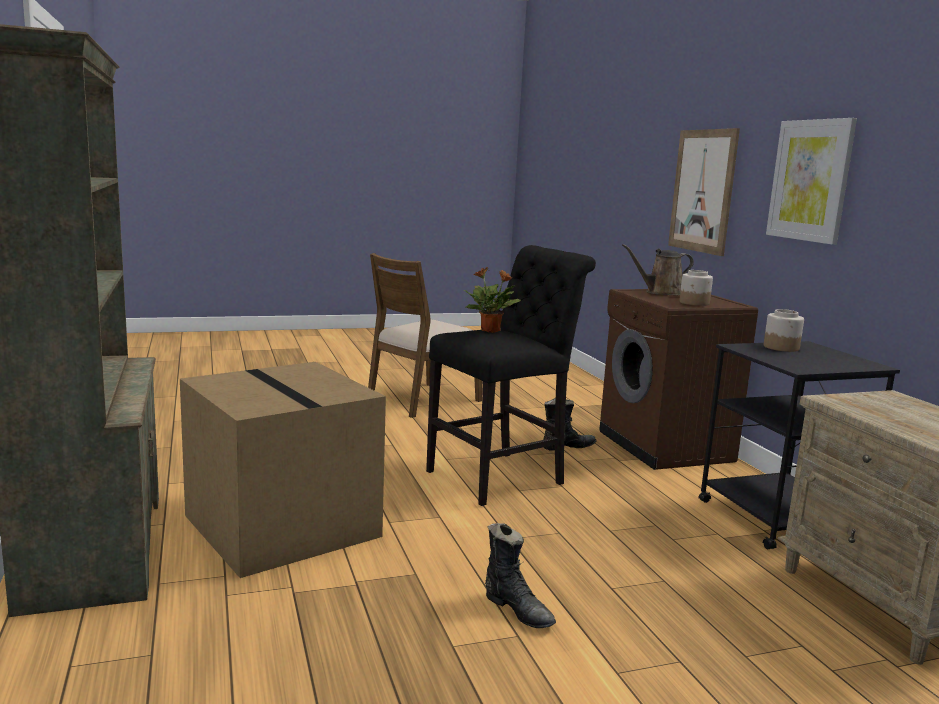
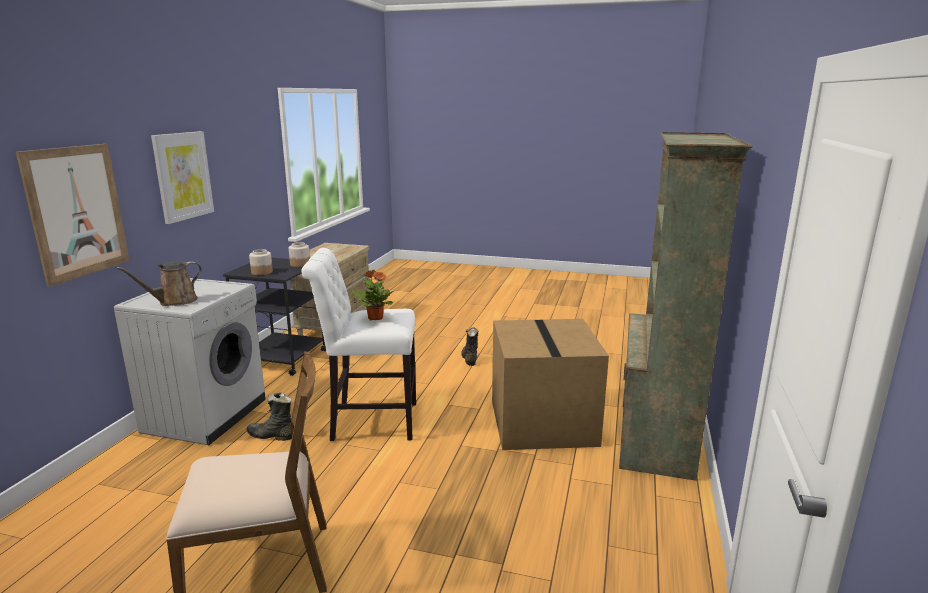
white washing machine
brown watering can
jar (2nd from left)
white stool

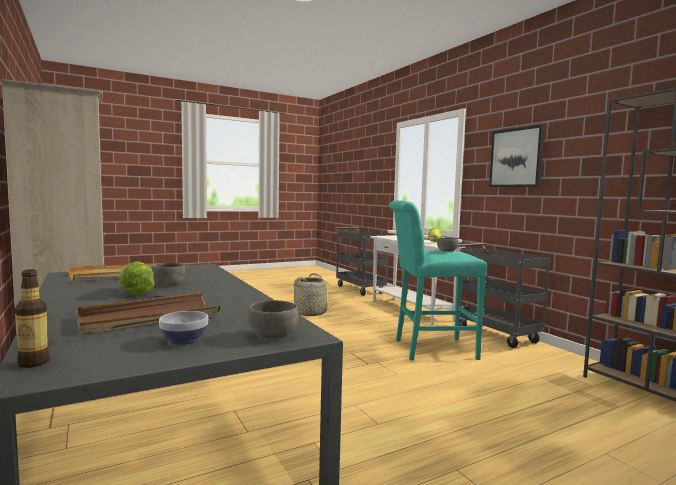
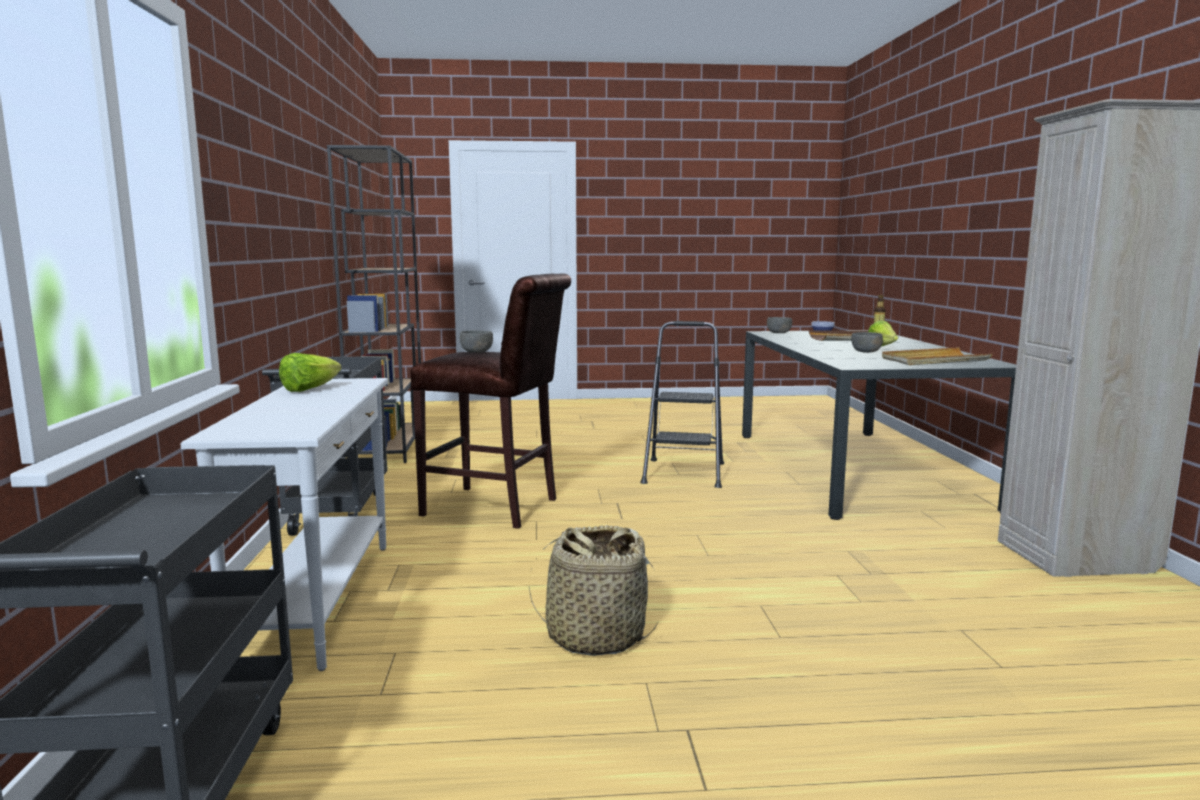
brown stool
black step ladder
picture

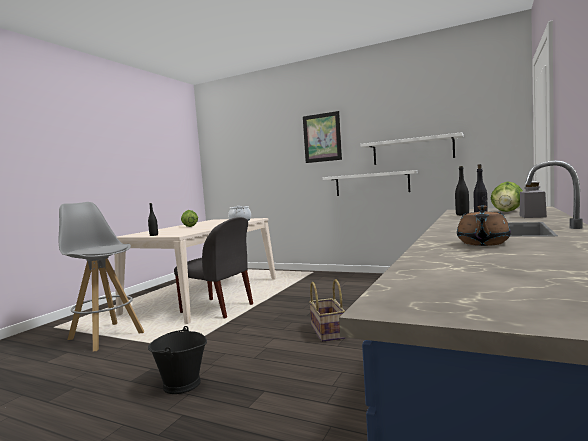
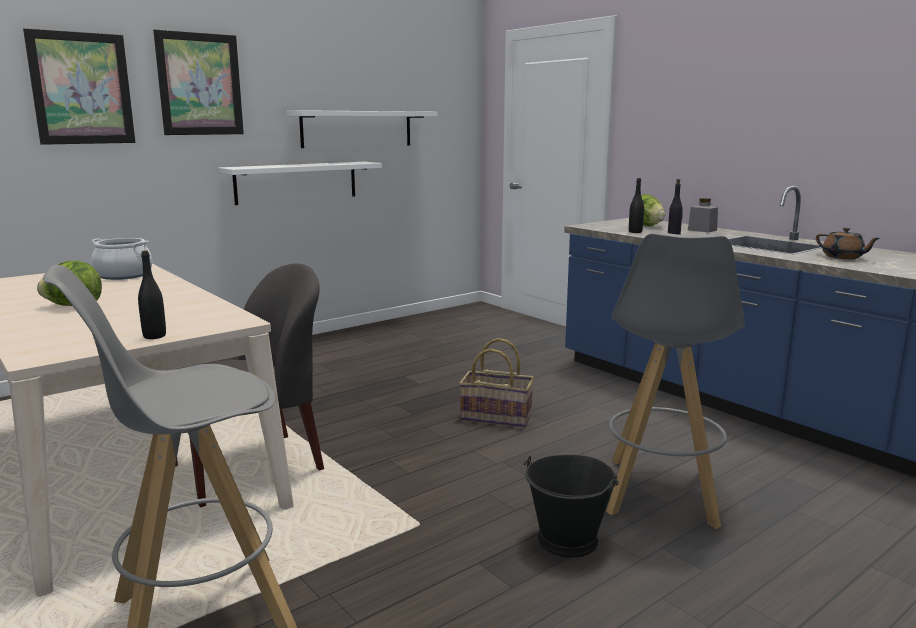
picture (1st from left)
grey stool (2nd from left)

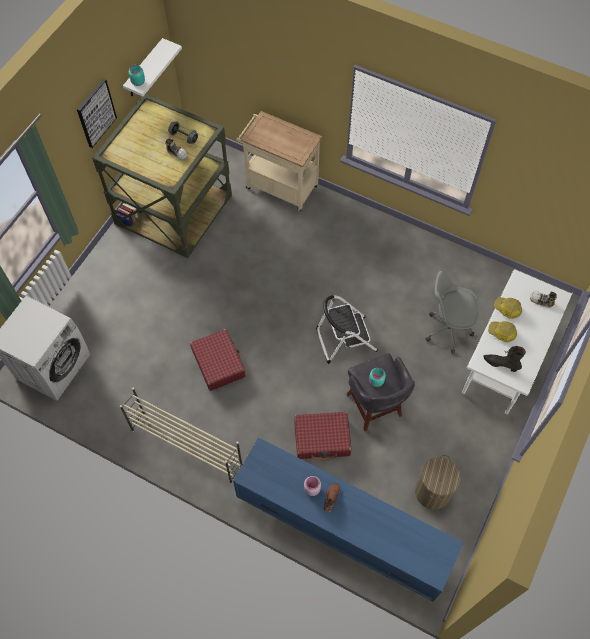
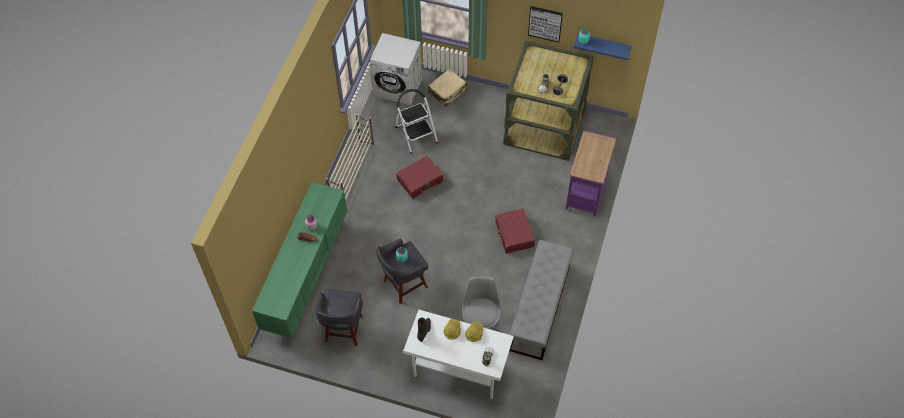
green cabinet
grey stool (1st from left)
step ladder
beige suitcase
red suitcase (2nd from left)
grey bench
purple cart
blue shelf

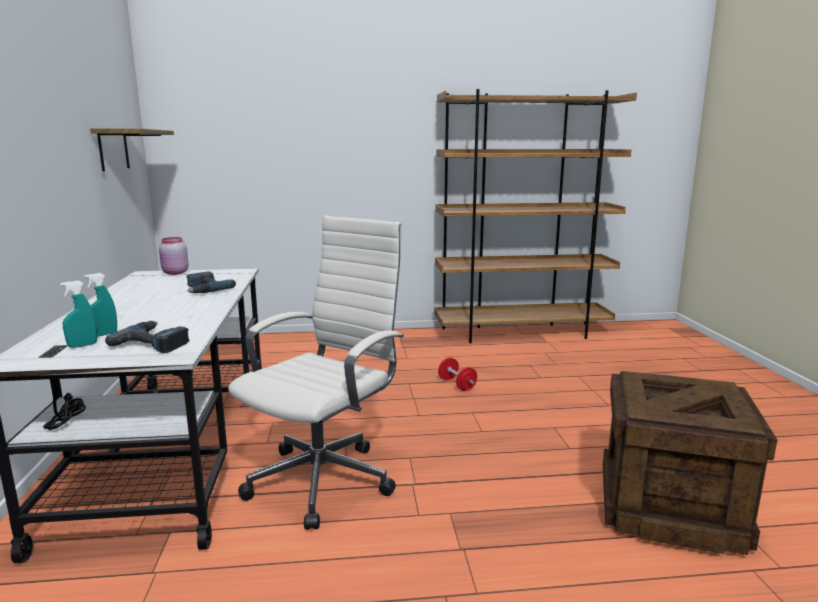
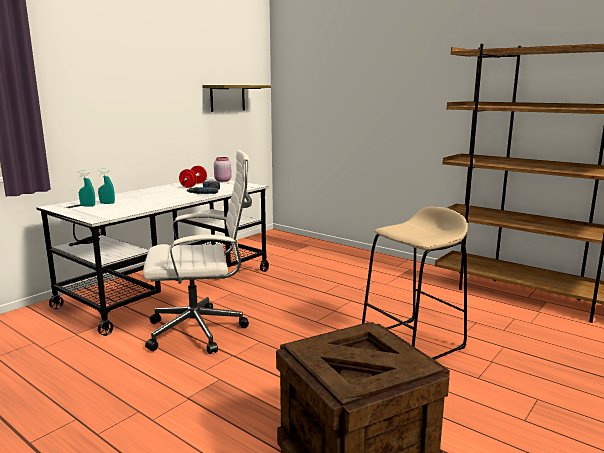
red dumbbell
beige stool
power drill (1st from left in the first image)

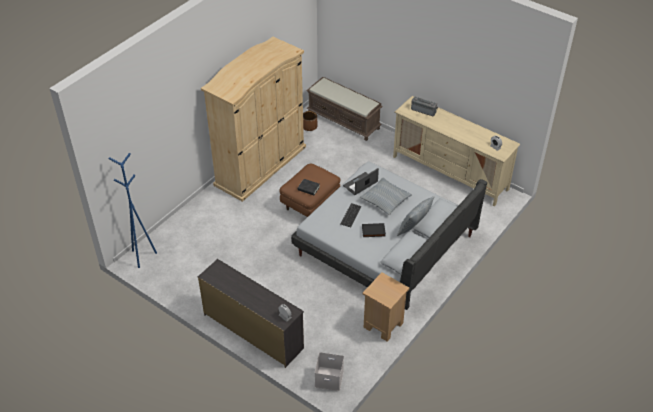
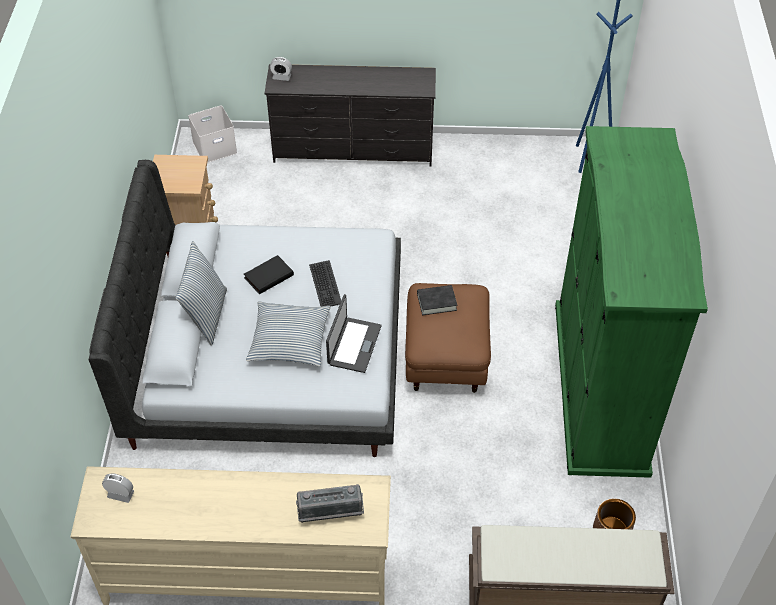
green wardrobe

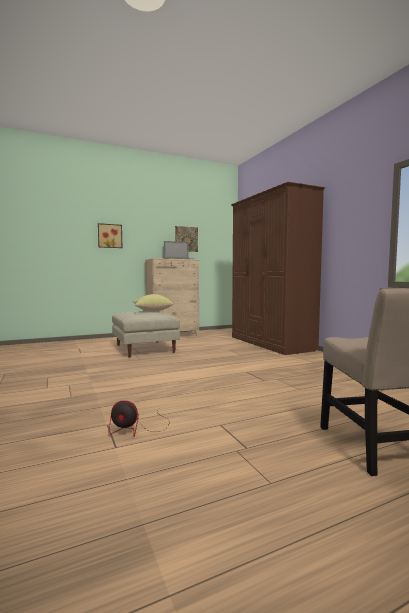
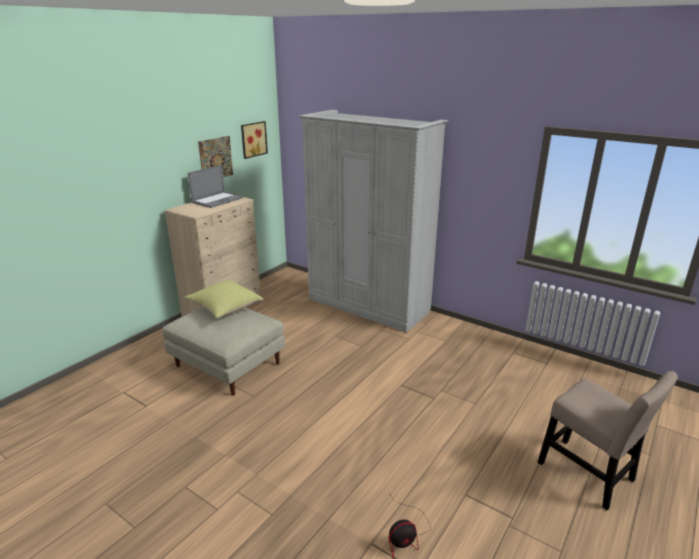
picture (2nd from left)
white wardrobe

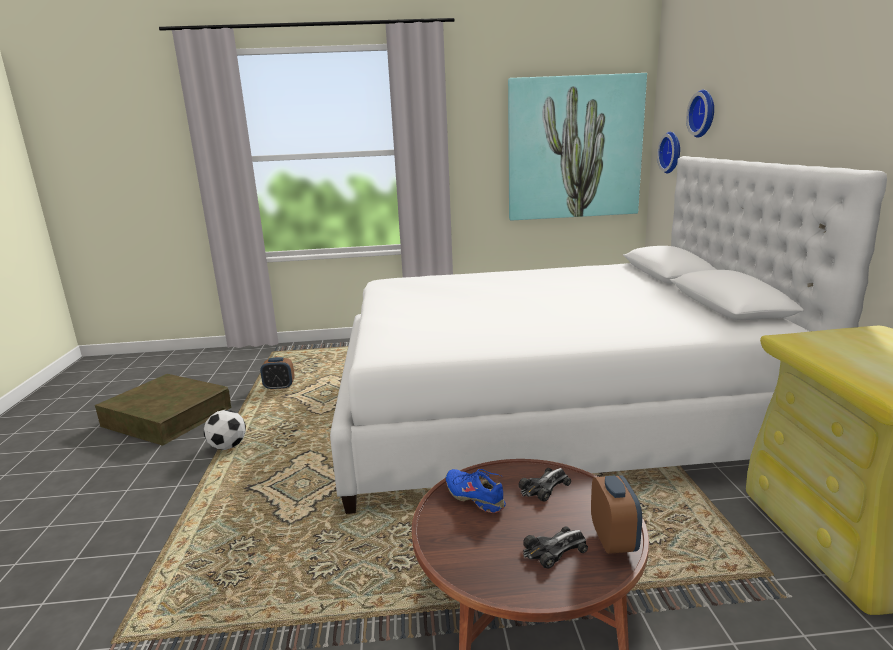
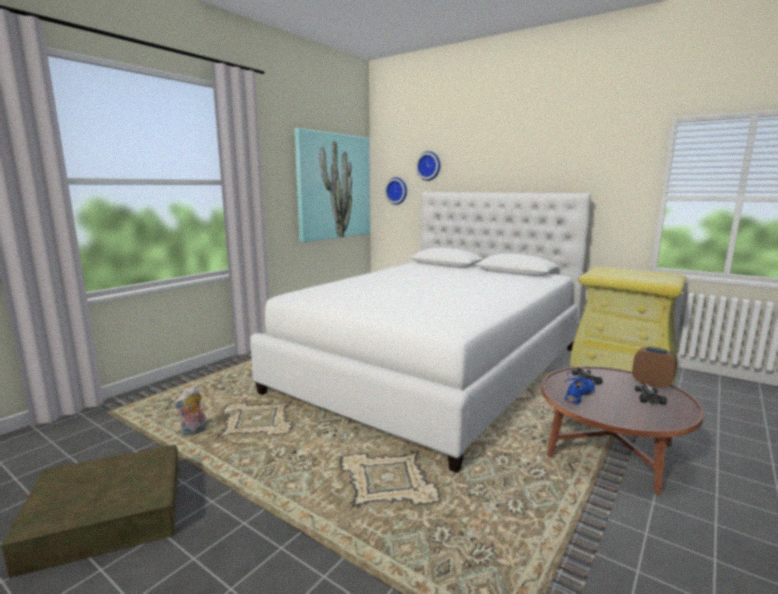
plush toy
blue shoe
football

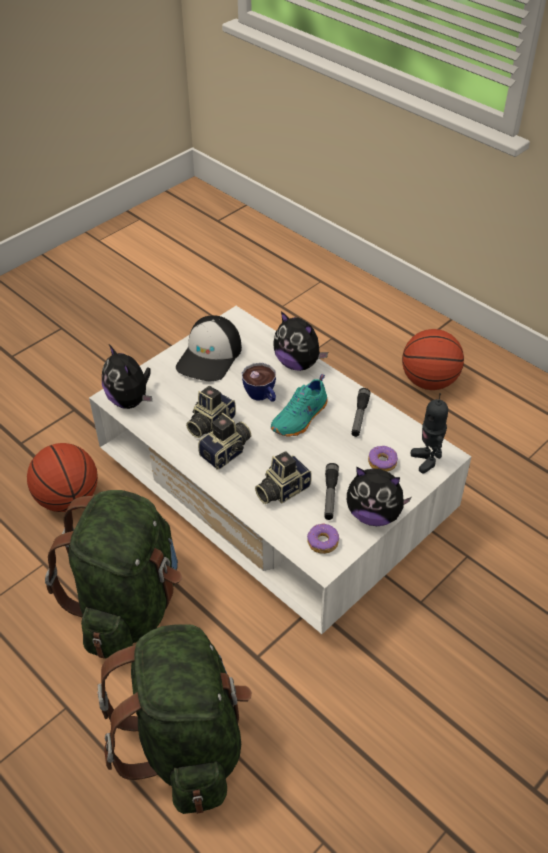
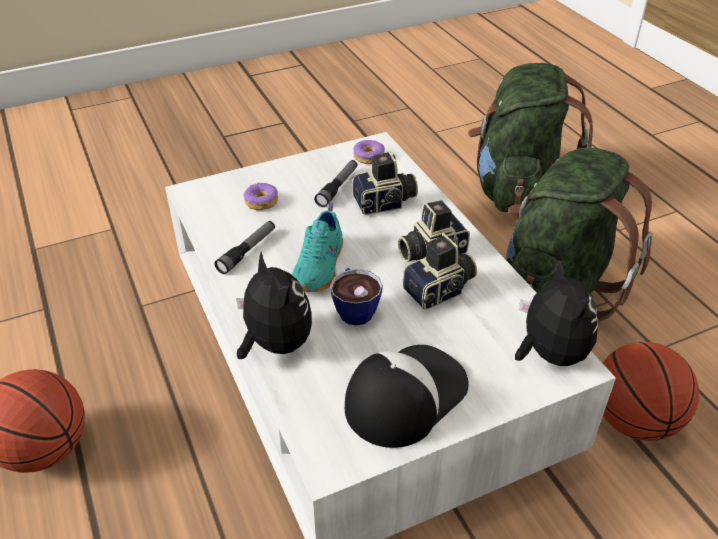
turquoise shoe
plush toy (3rd from left in the first image)
toy robot

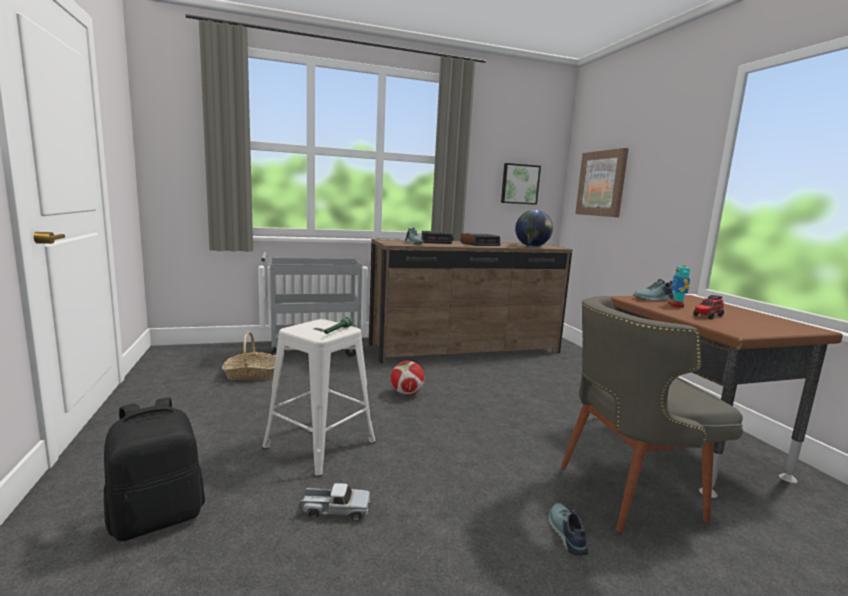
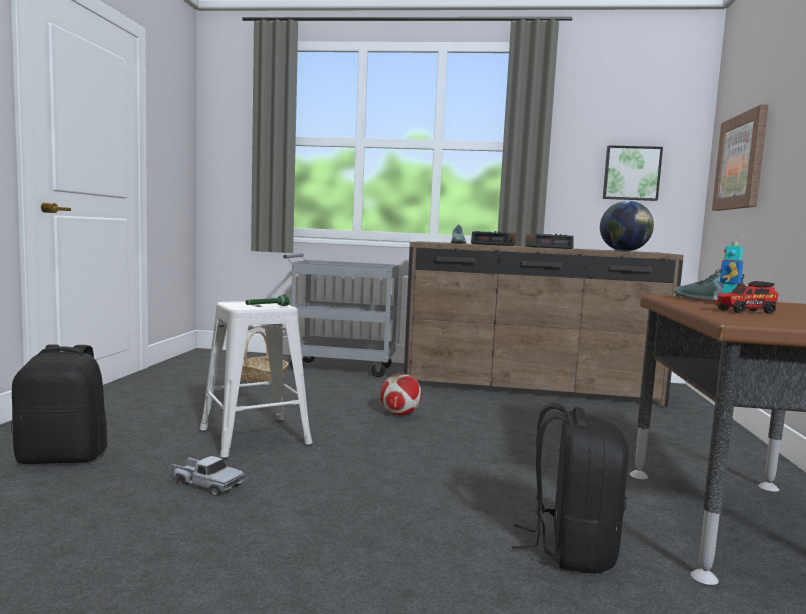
black backpack (2nd from left)
shoe (2nd from left in the first image)

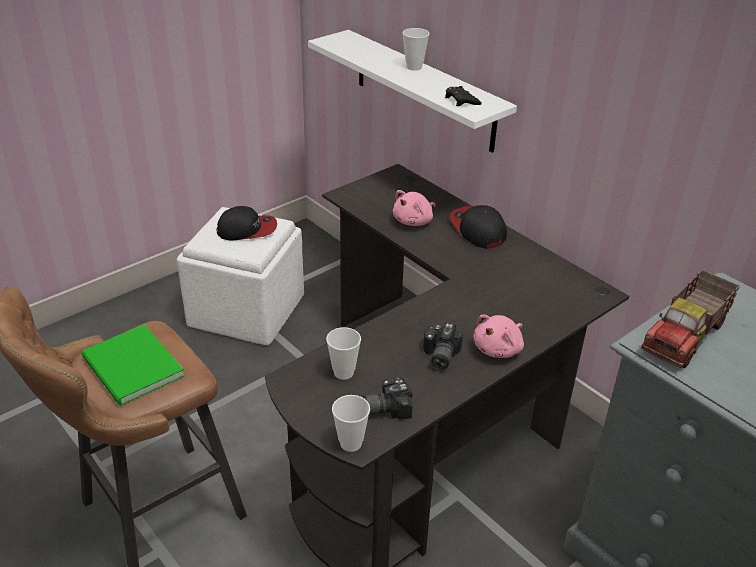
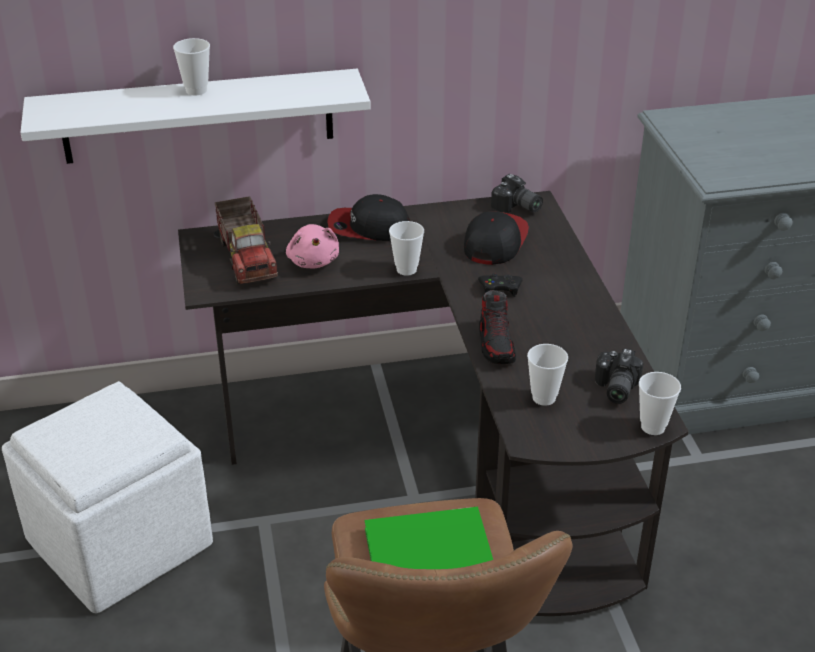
toy truck
cup (2nd from left)
cap (2nd from left)
black game controller
shoe
photo camera (1st from left)
pink plush toy (2nd from left in the first image)

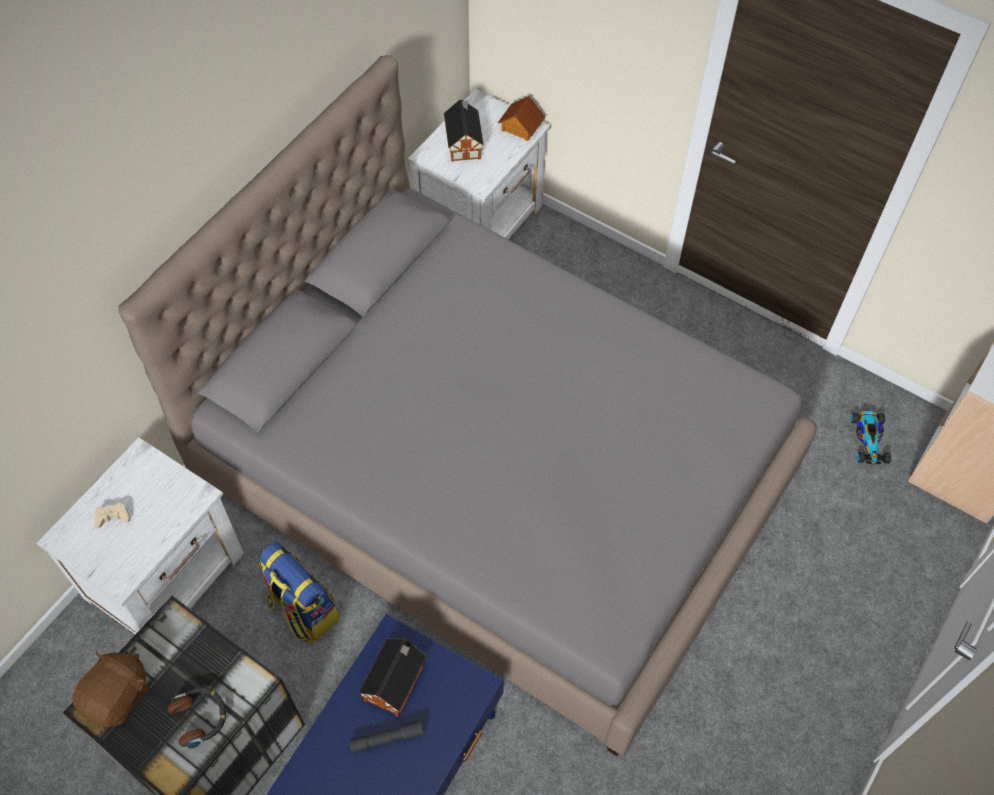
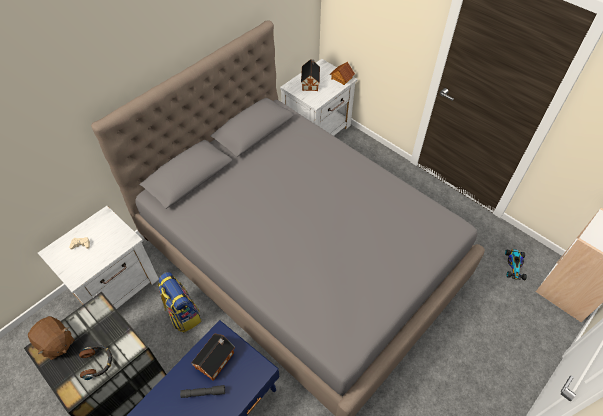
brown plush toy

